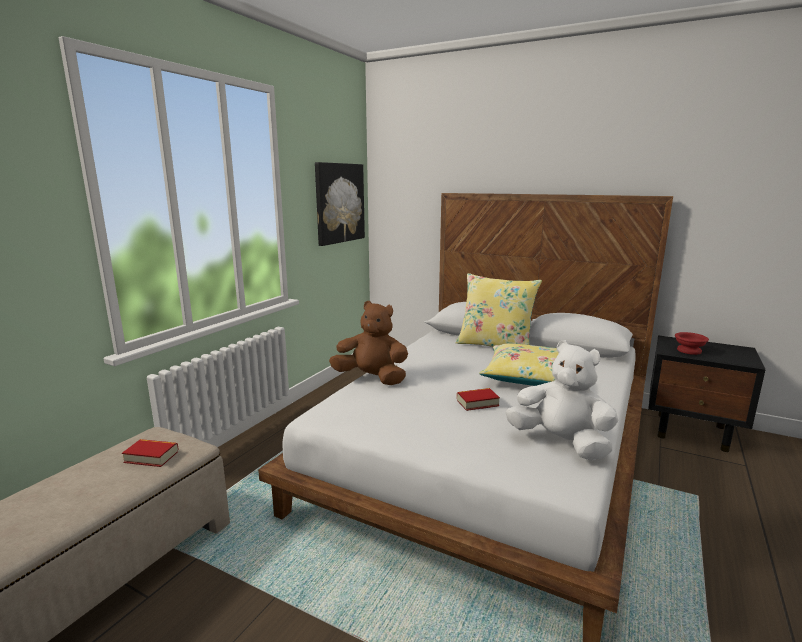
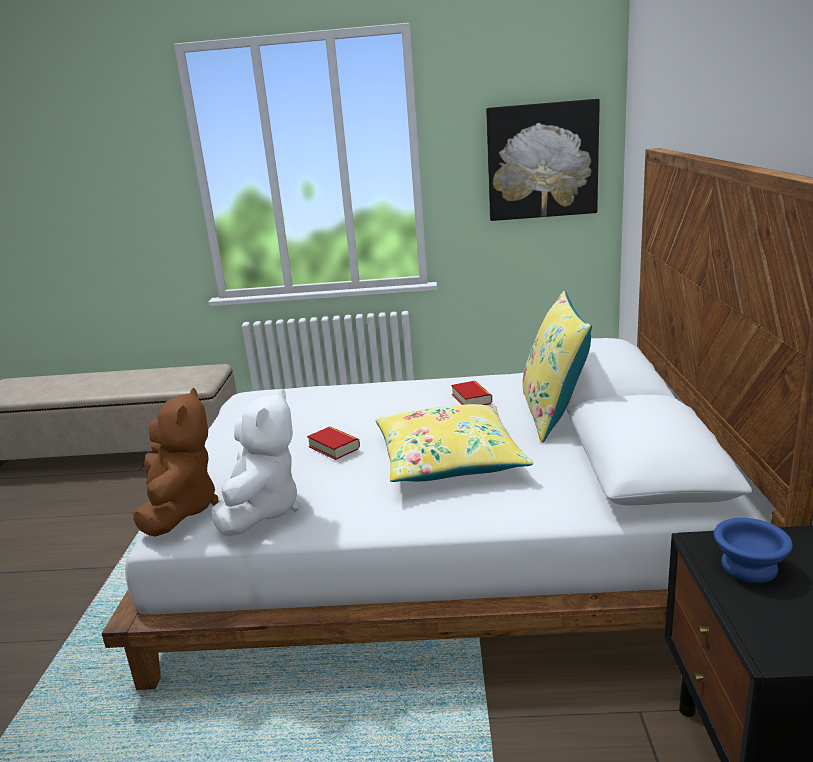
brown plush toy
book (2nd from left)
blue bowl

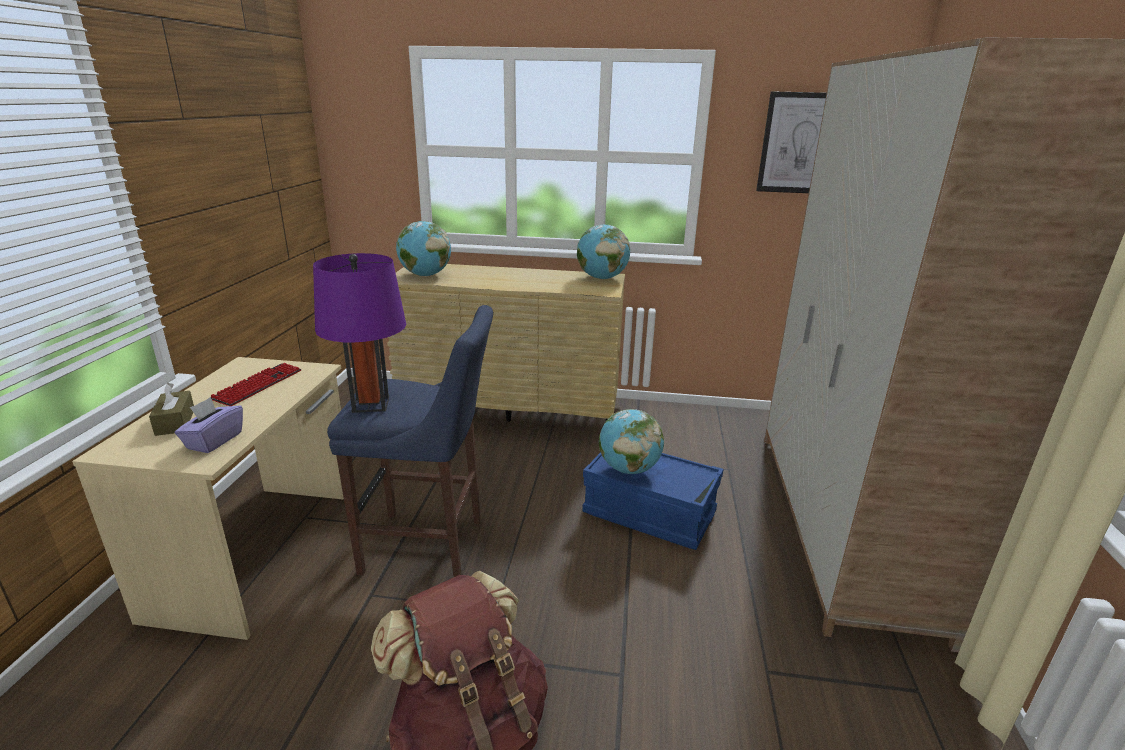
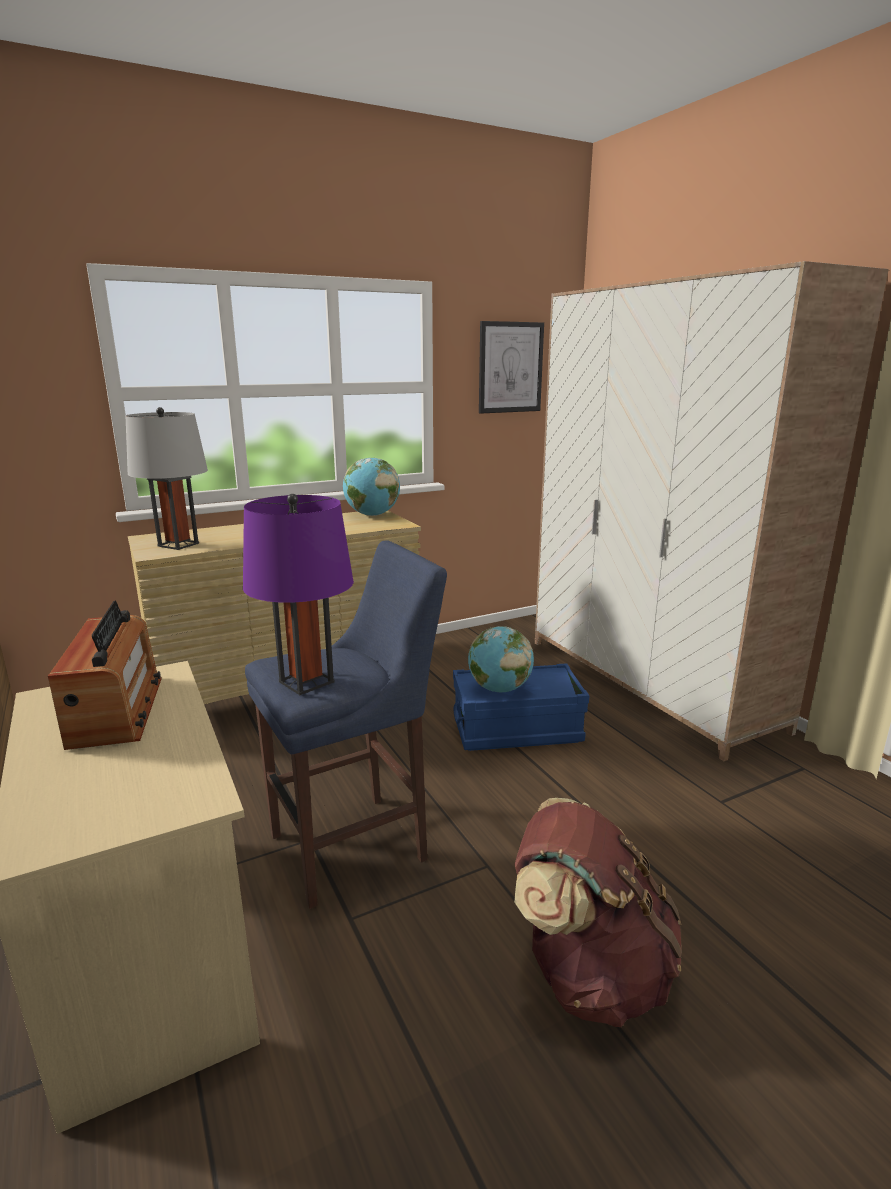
radio
grey table lamp
brown tissue box
purple tissue box

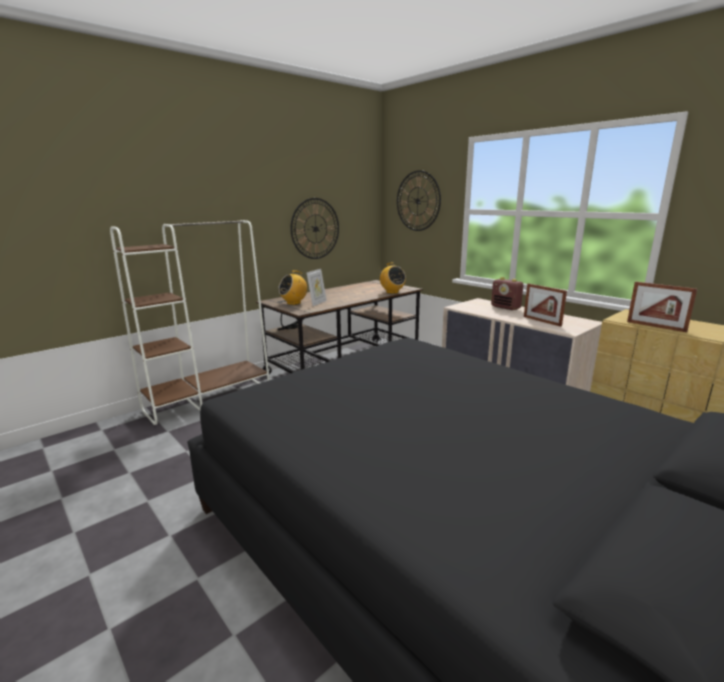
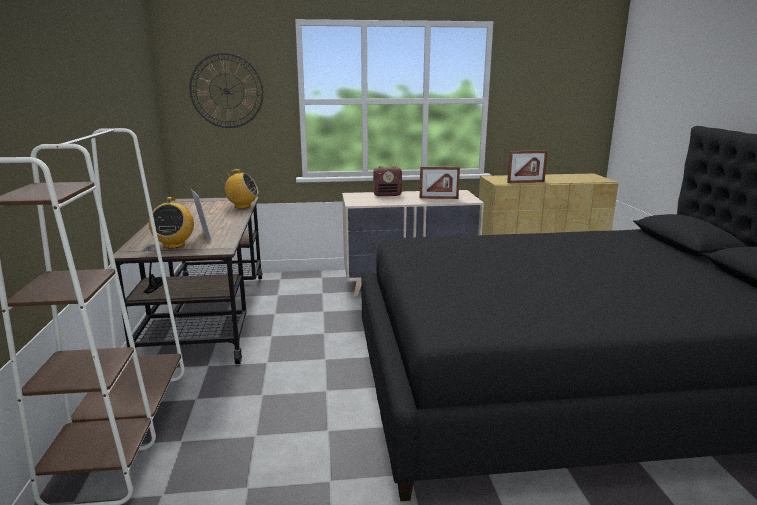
wall clock (1st from left in the first image)

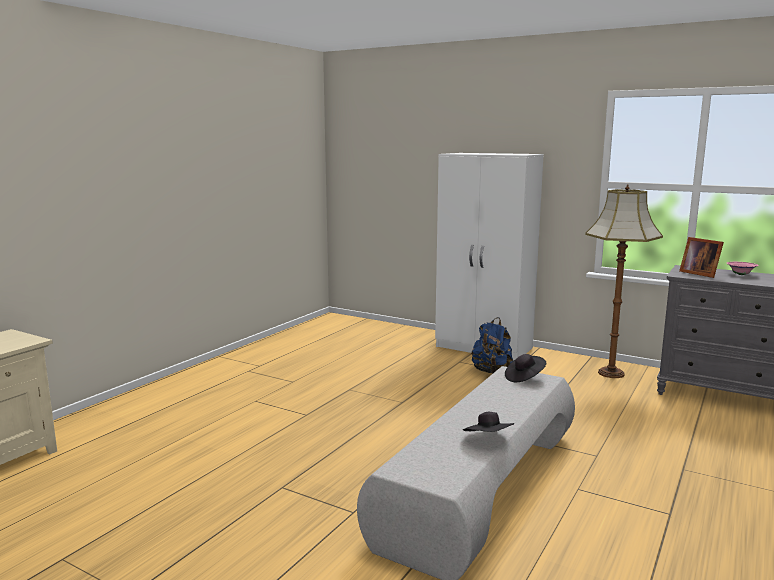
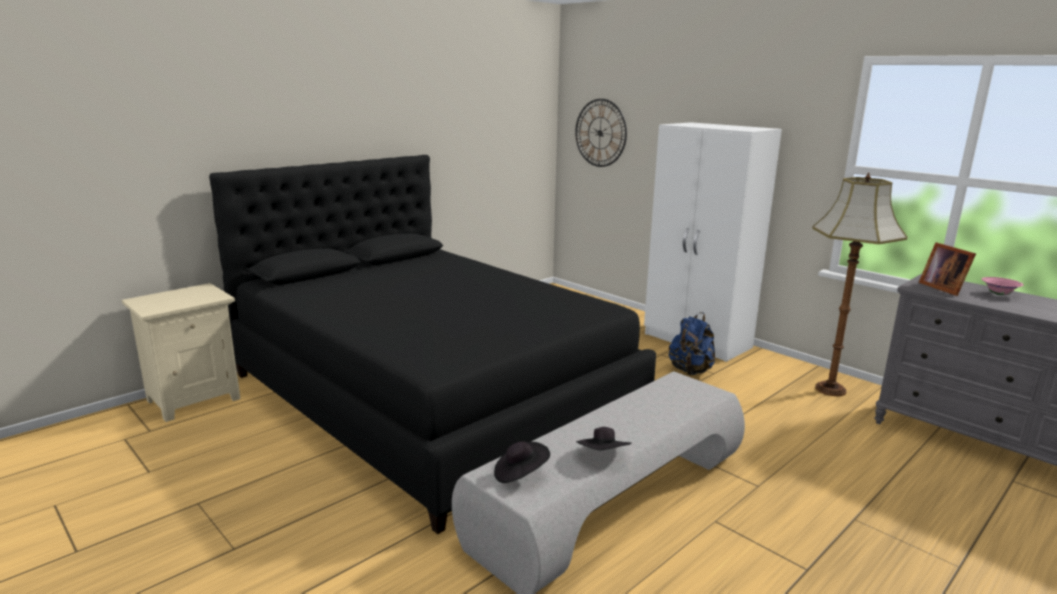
black bed
black hat (1st from left)
wall clock

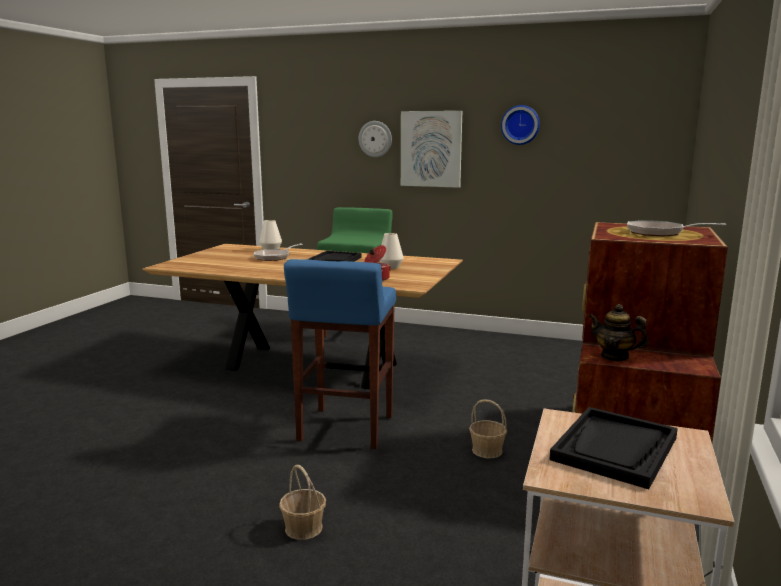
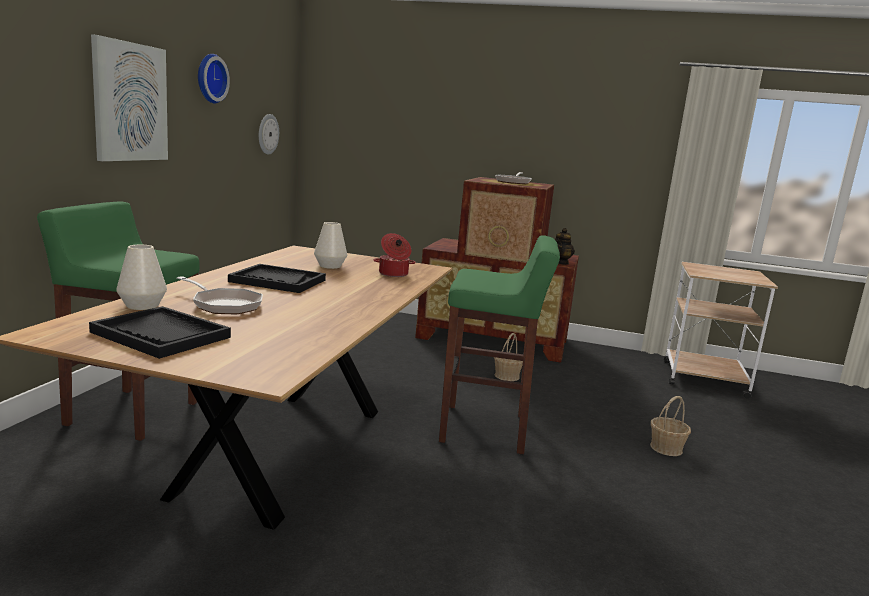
black tray (1st from left)
wall clock (2nd from left)
green stool (2nd from left)

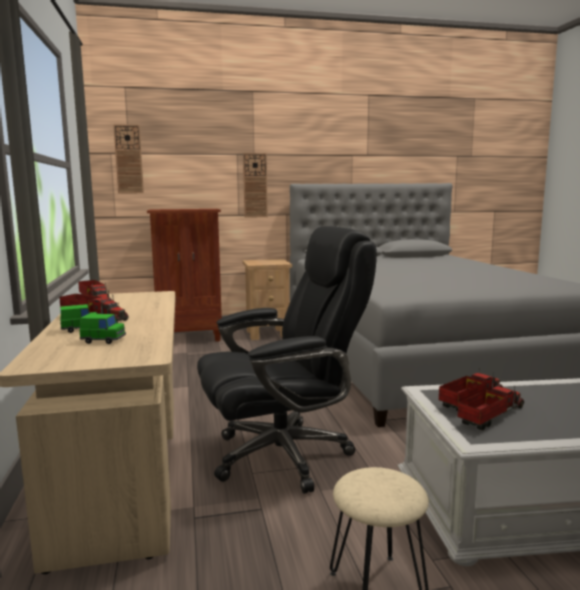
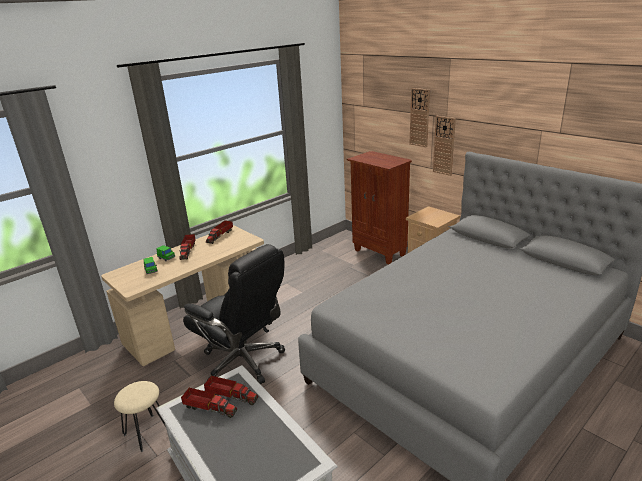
wall clock (1st from left)

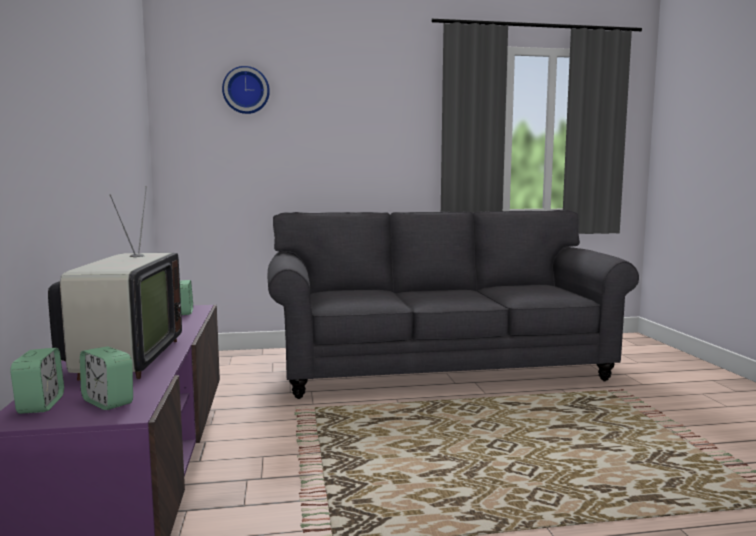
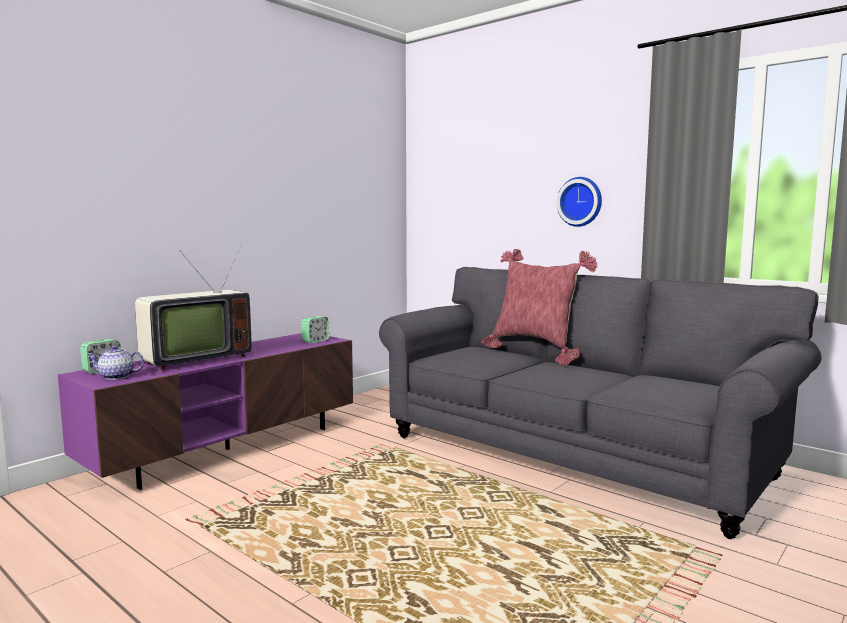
teapot
red pillow
wall clock

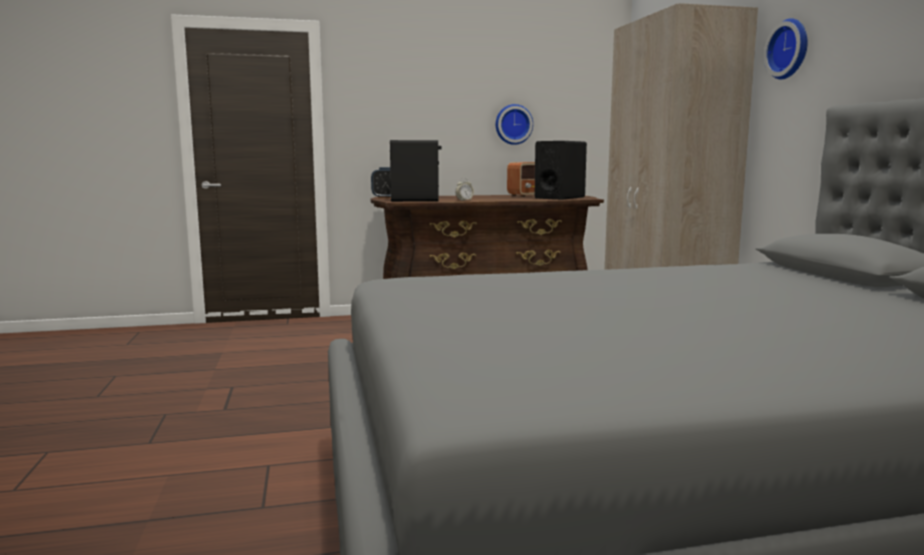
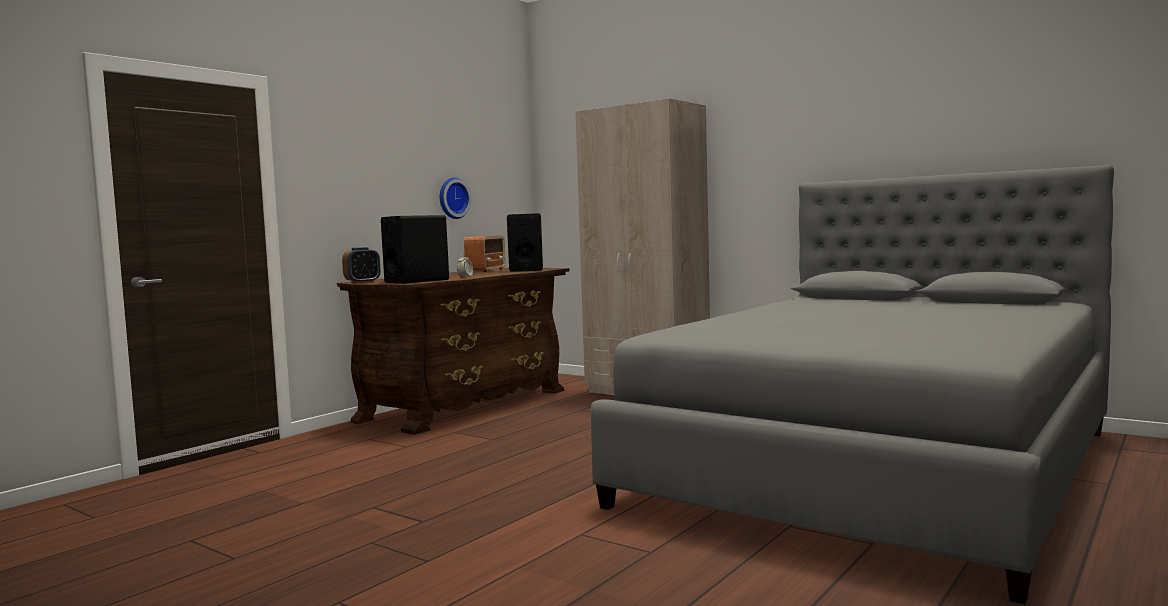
wall clock (2nd from left in the first image)

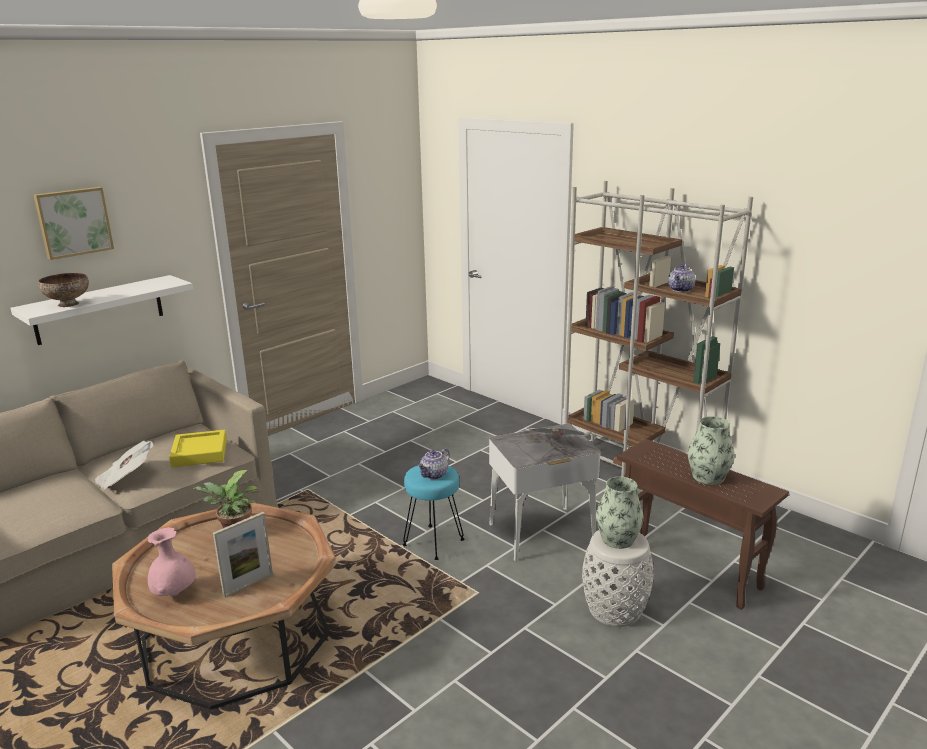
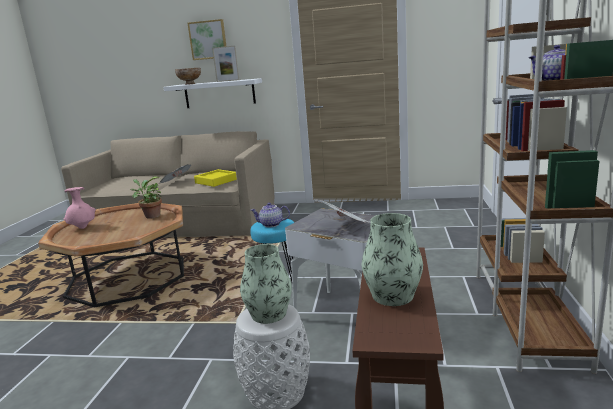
picture frame

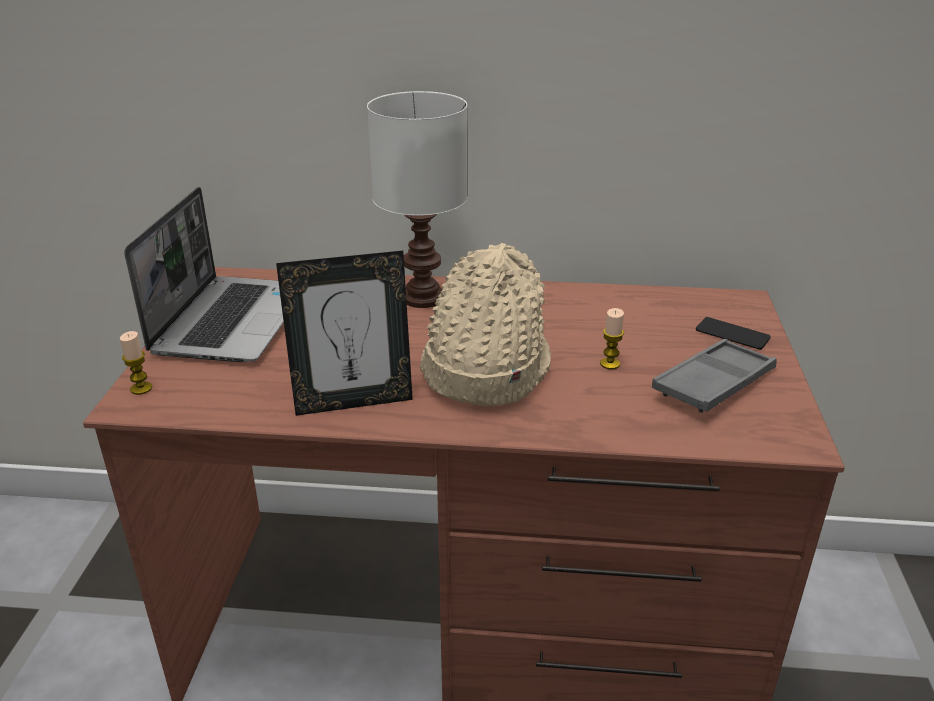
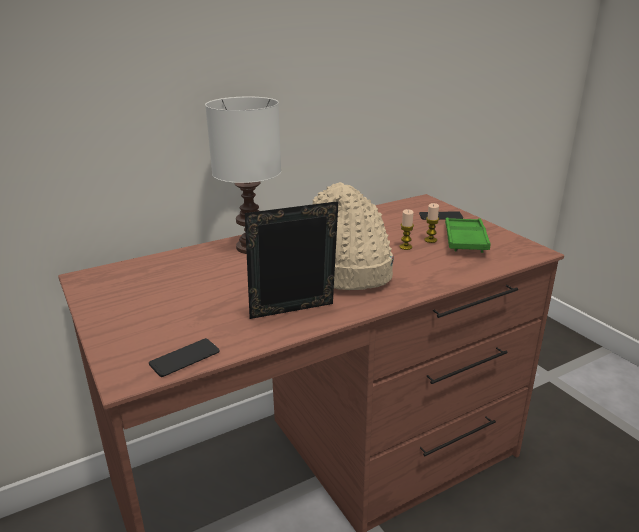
phone (1st from left)
picture frame
candle (2nd from left)
green tray
laptop

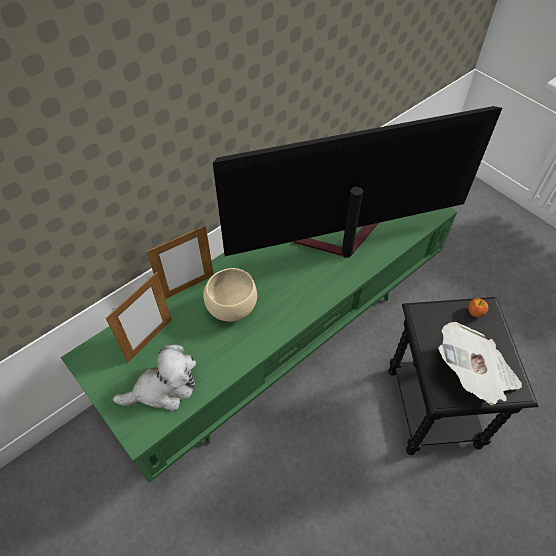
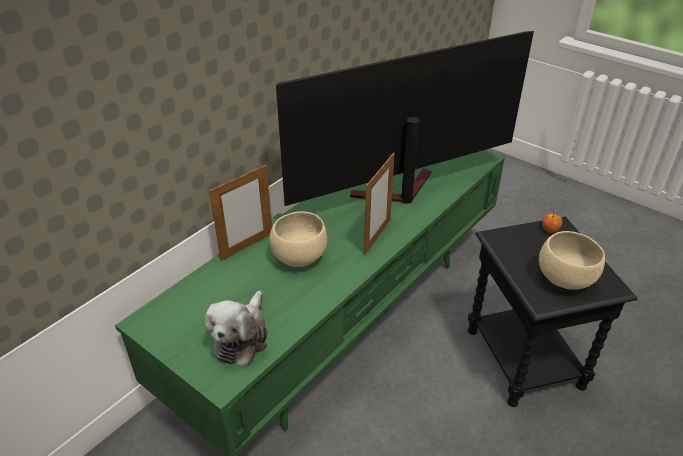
plush toy
picture frame (2nd from left)
beige bowl (2nd from left)

